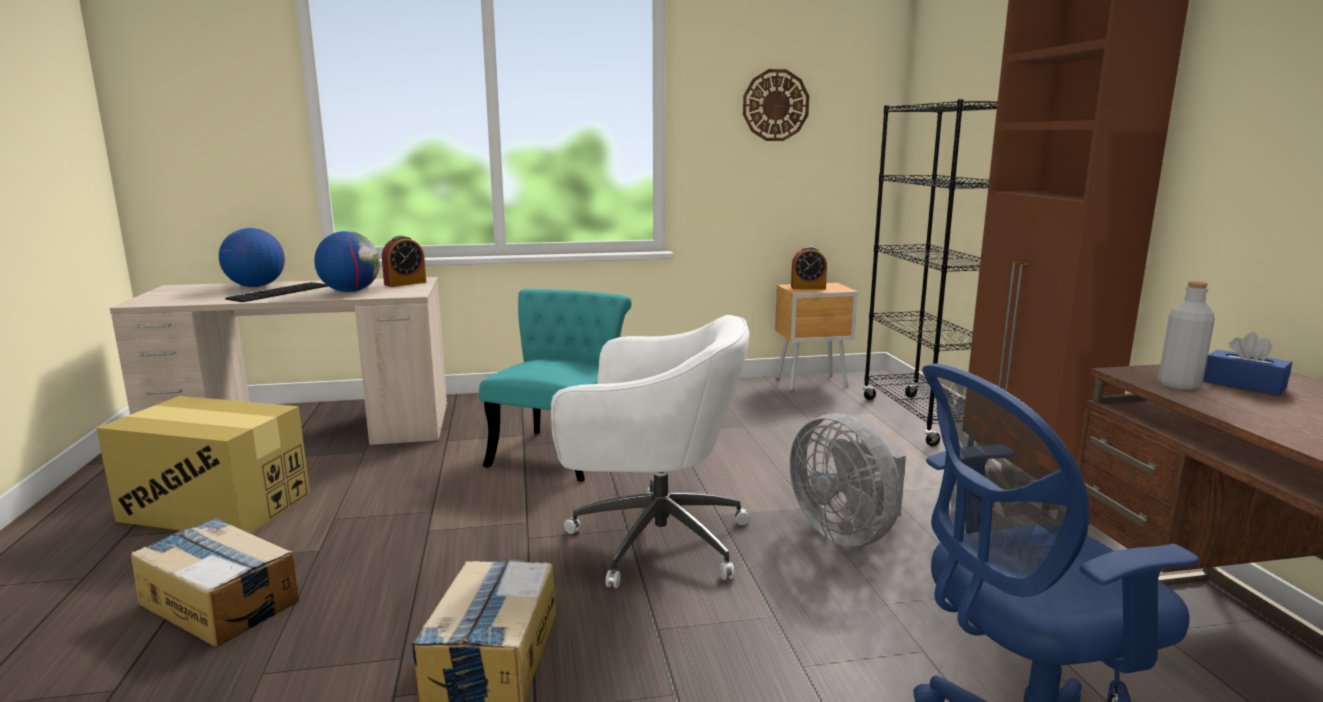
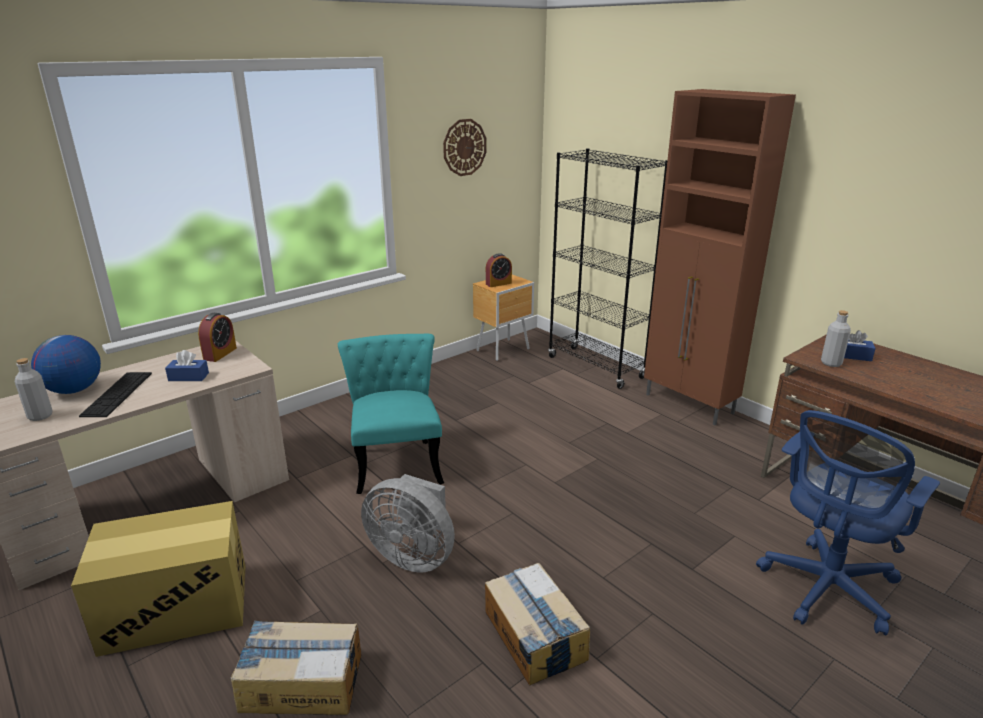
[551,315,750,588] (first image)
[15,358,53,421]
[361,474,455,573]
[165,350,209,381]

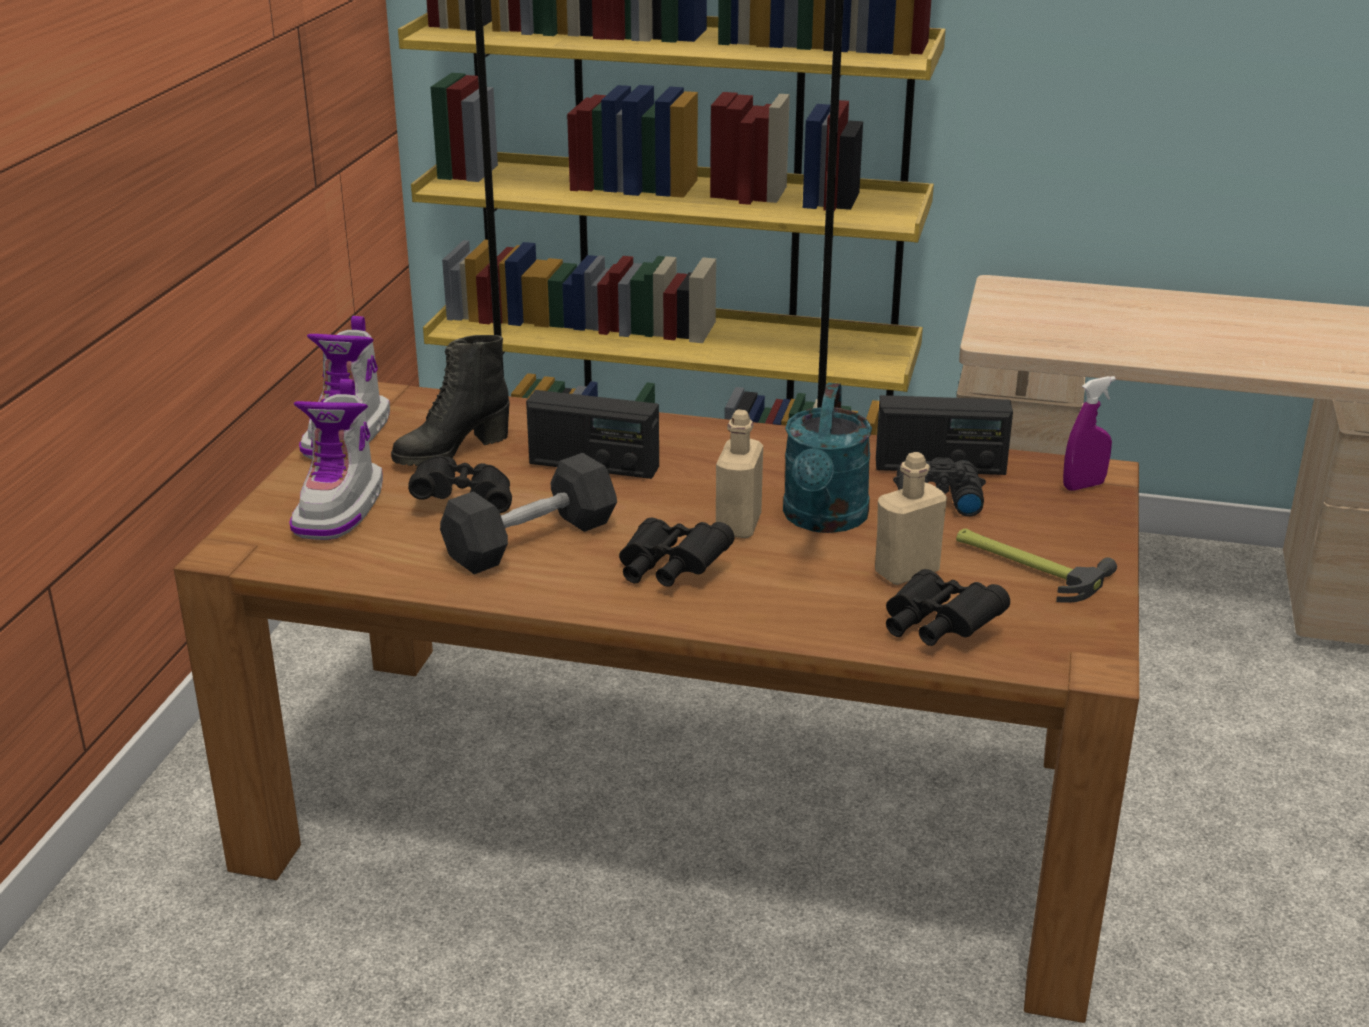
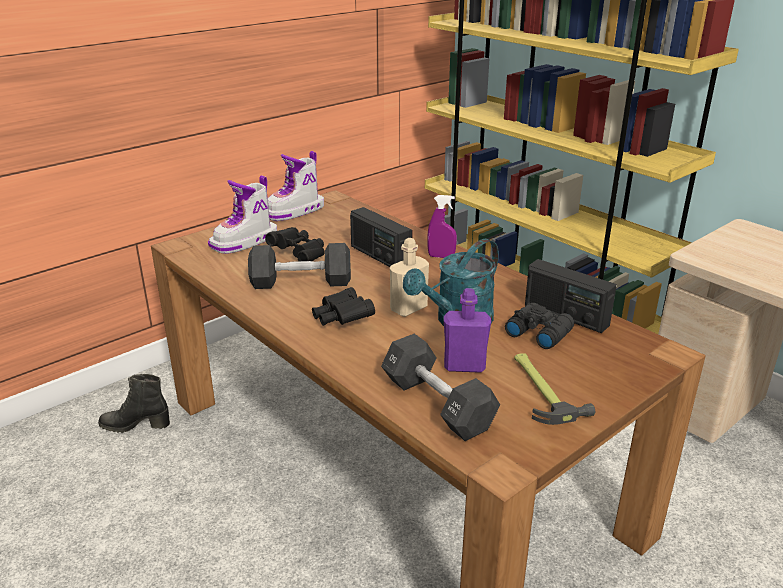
[98,374,170,433]
[427,195,457,258]
[381,334,500,441]
[444,288,491,373]

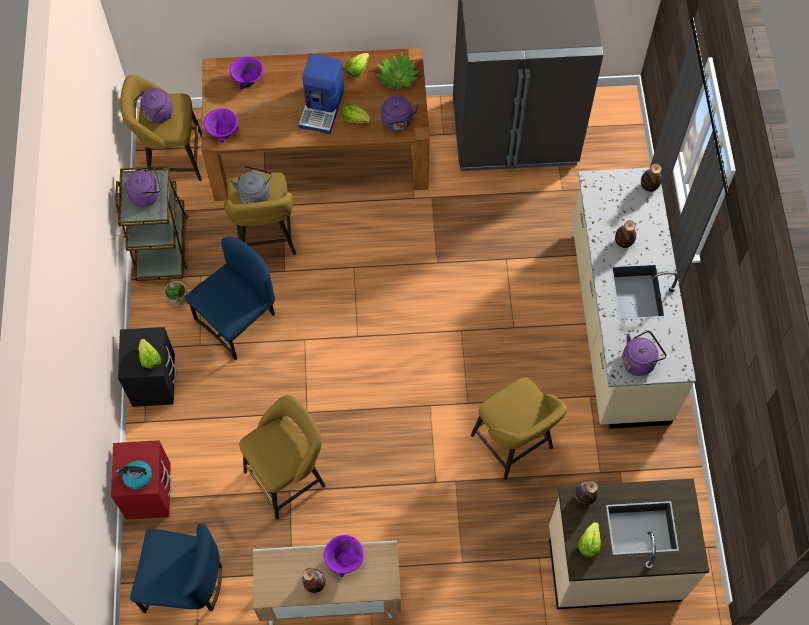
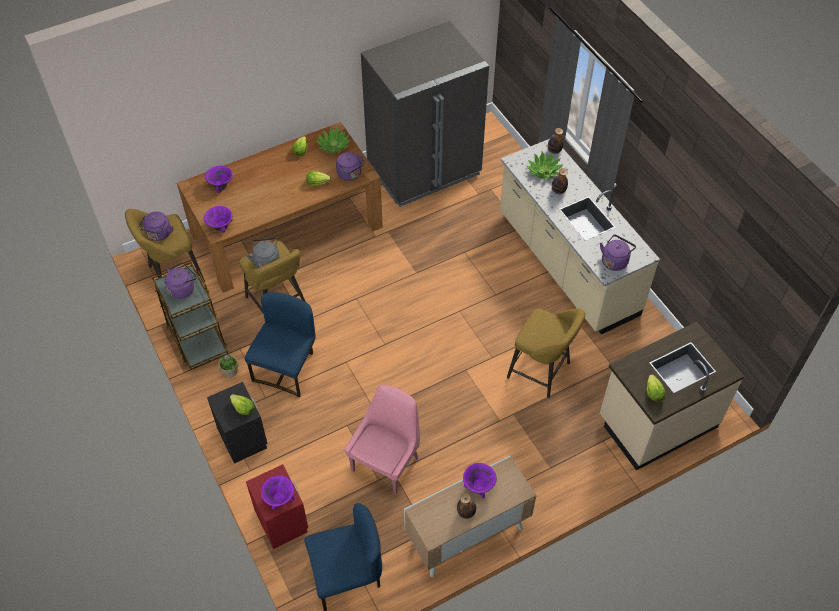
[298,54,344,134] (first image)
[575,481,598,505] (first image)
[527,151,564,179]
[261,476,294,510]
[345,384,420,494]

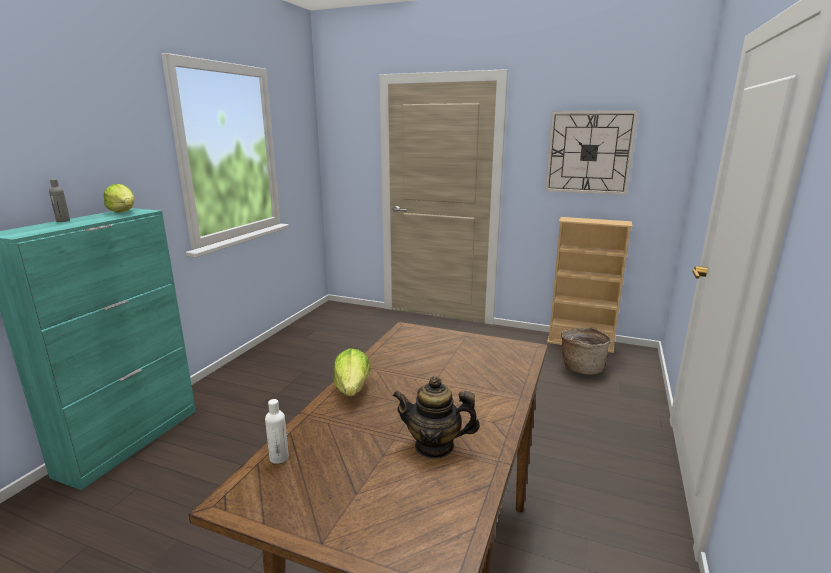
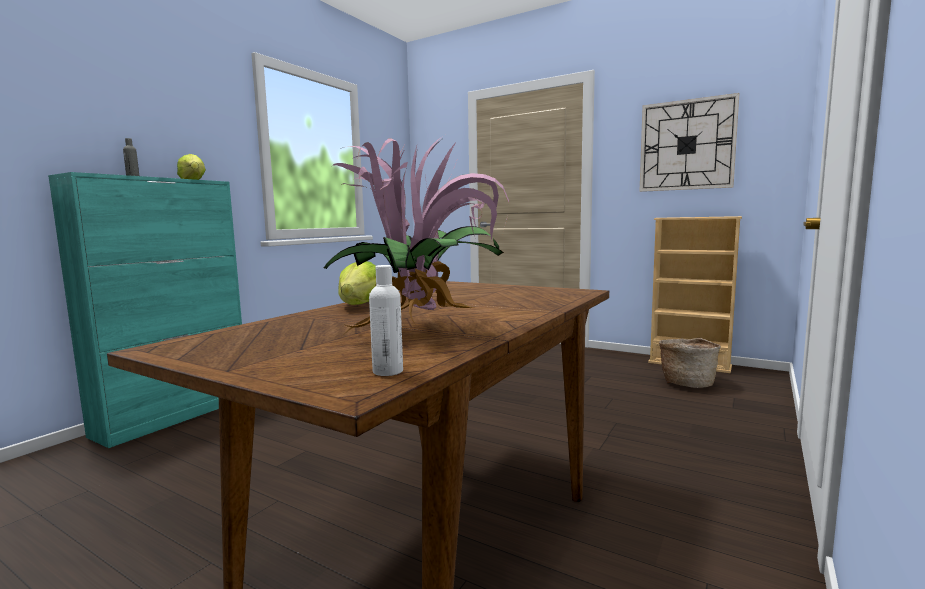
[369,265,403,376]
[324,136,509,336]

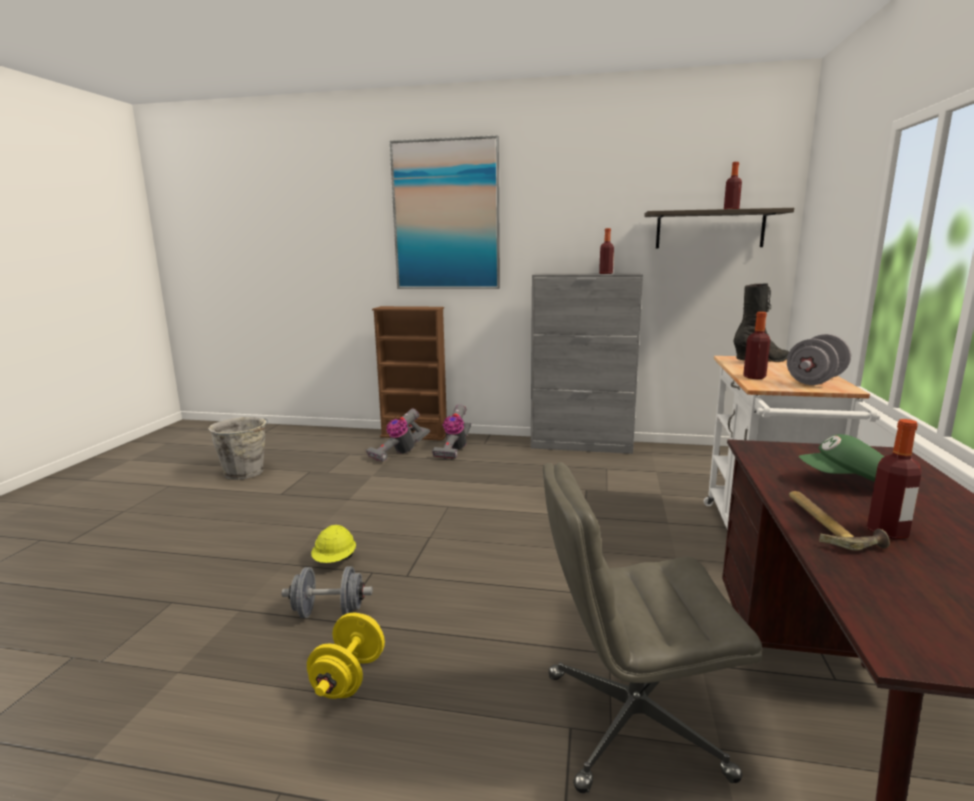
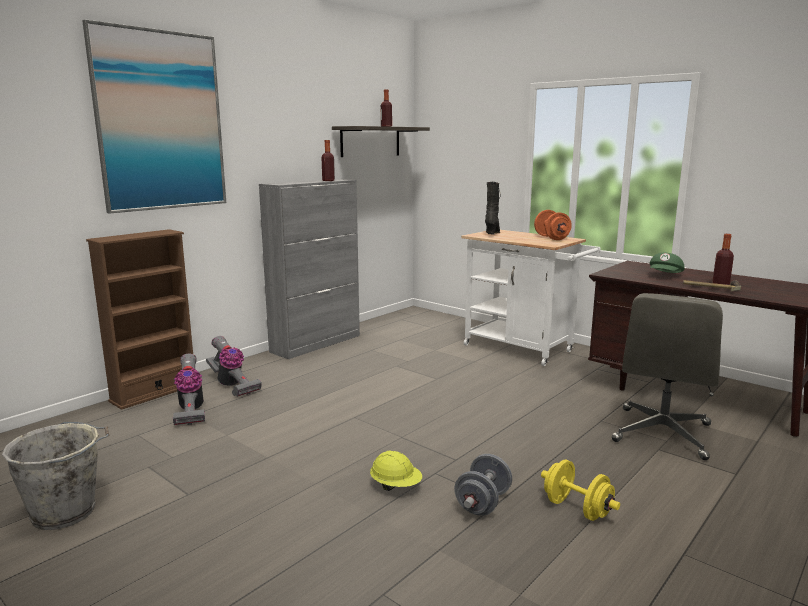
[743,312,770,379] (first image)
[534,210,572,240]

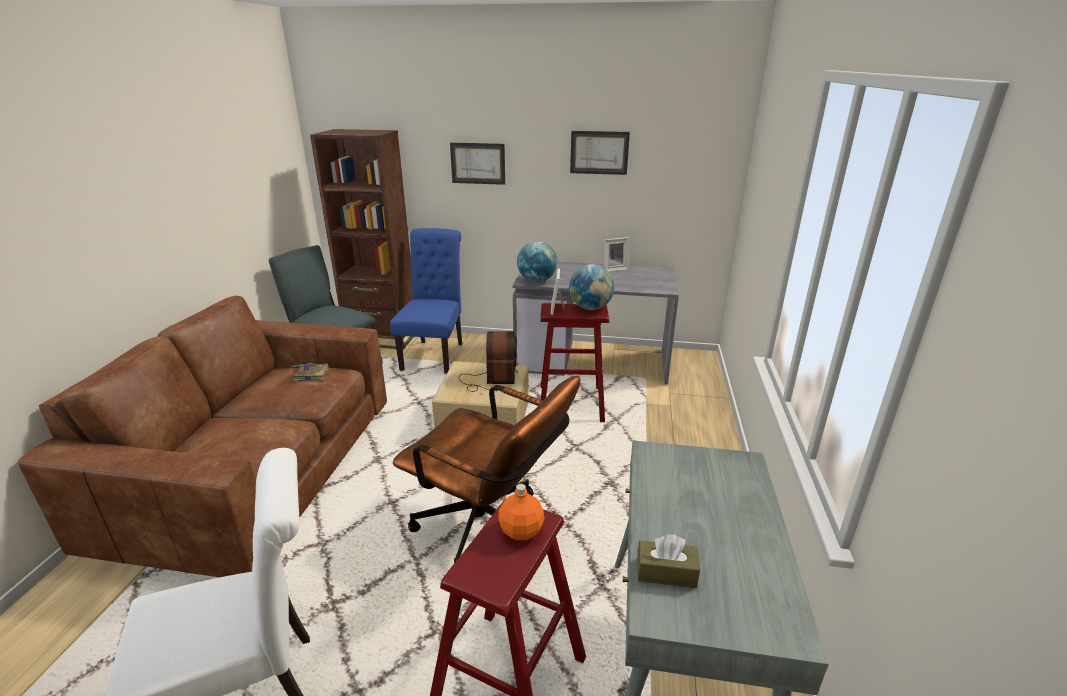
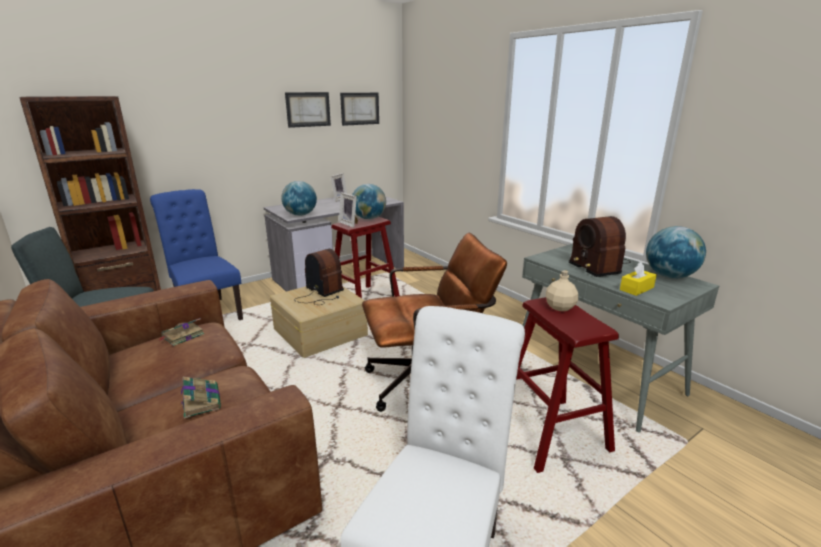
[181,377,221,419]
[569,216,631,277]
[646,226,706,278]
[340,93,379,126]
[546,270,578,311]
[620,262,657,296]

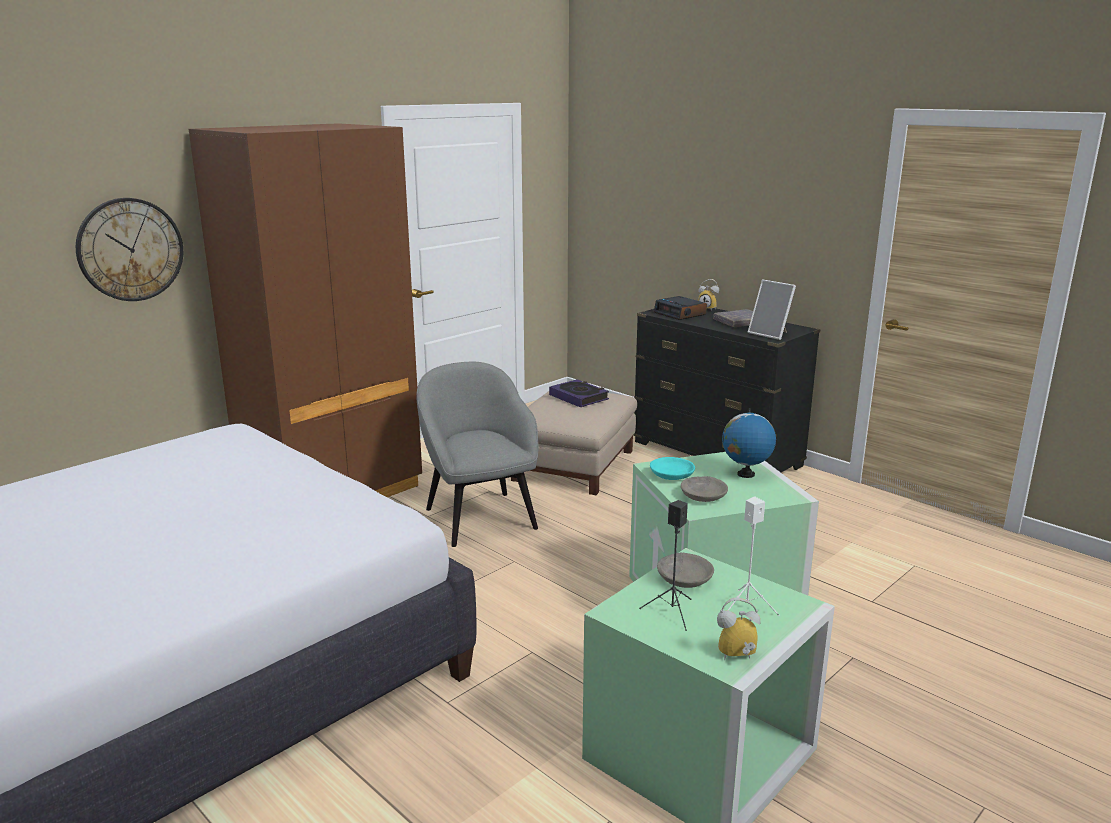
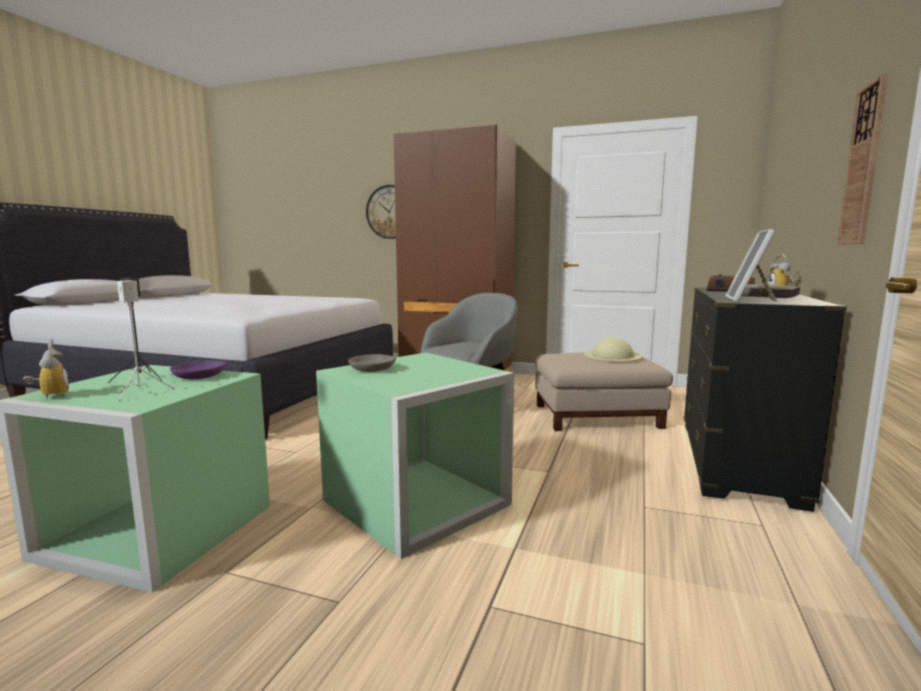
[650,457,695,480] (first image)
[722,408,776,478] (first image)
[838,73,888,245]
[584,337,643,362]
[170,360,226,379]

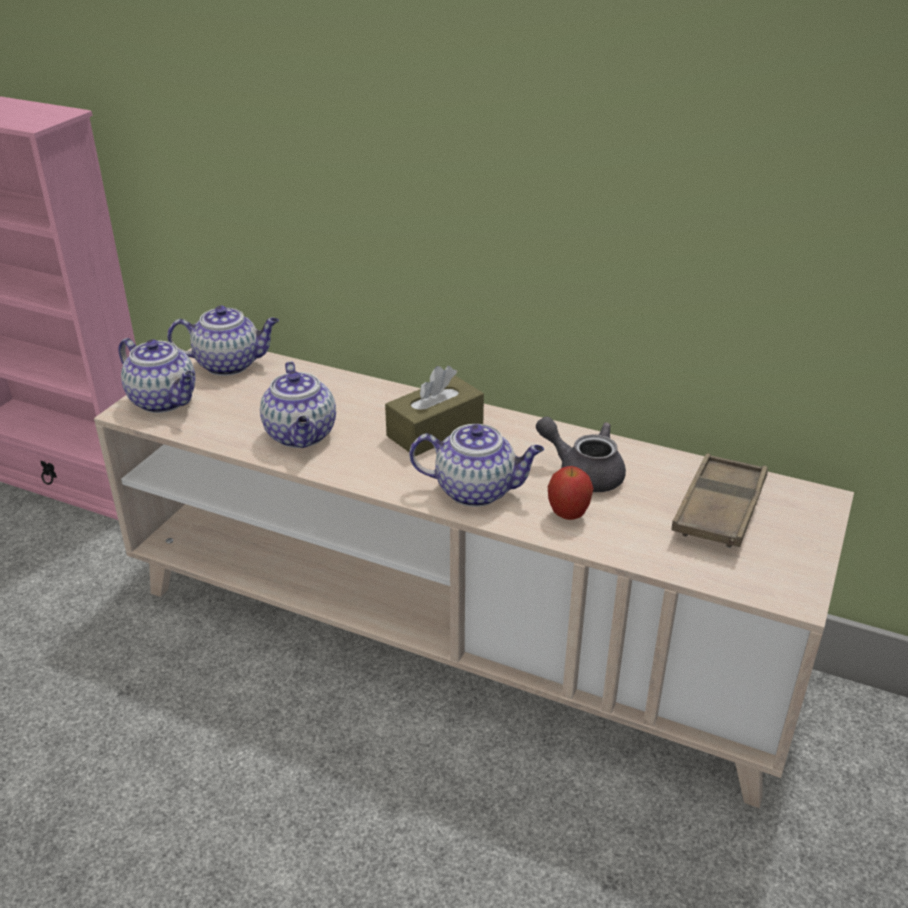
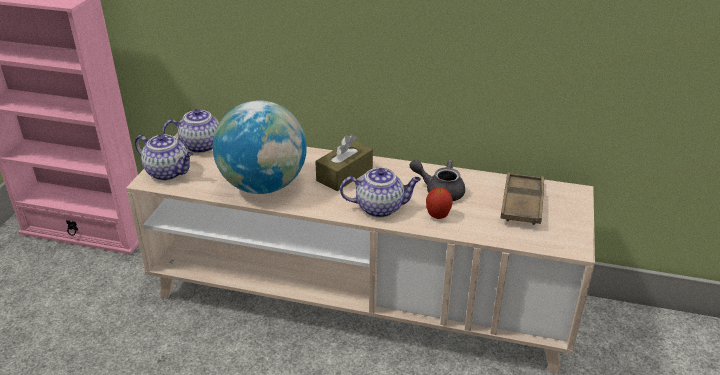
[213,100,307,194]

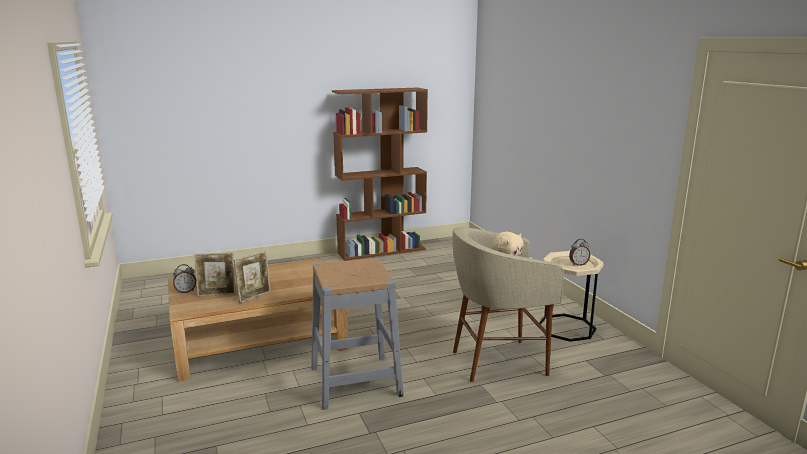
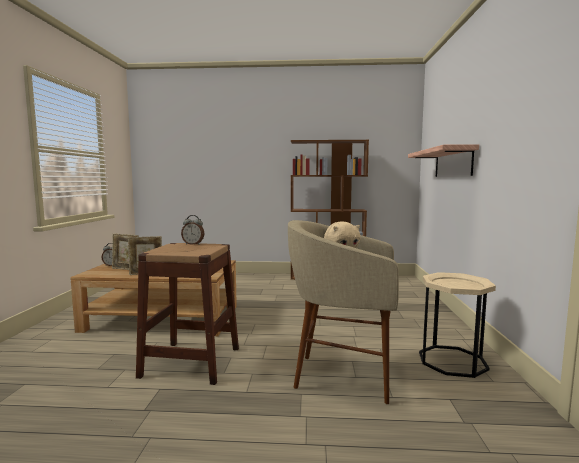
[408,144,479,177]
[181,215,205,245]
[136,243,239,385]

